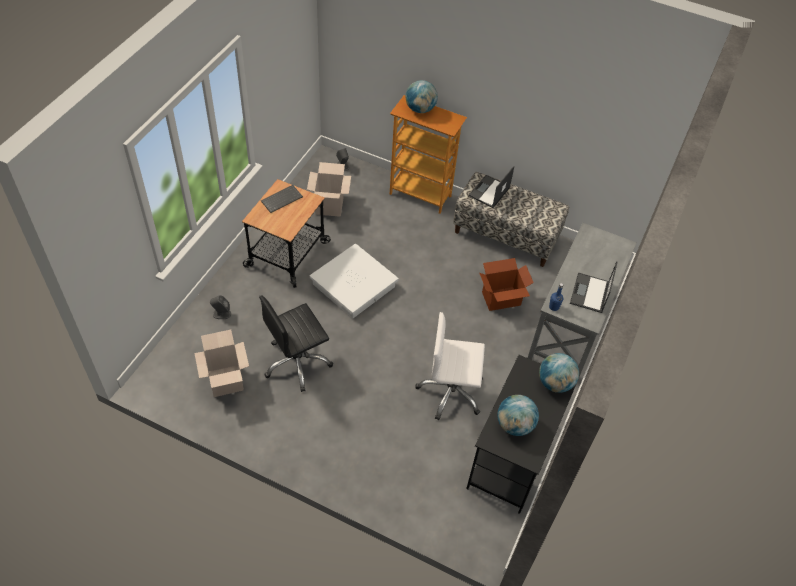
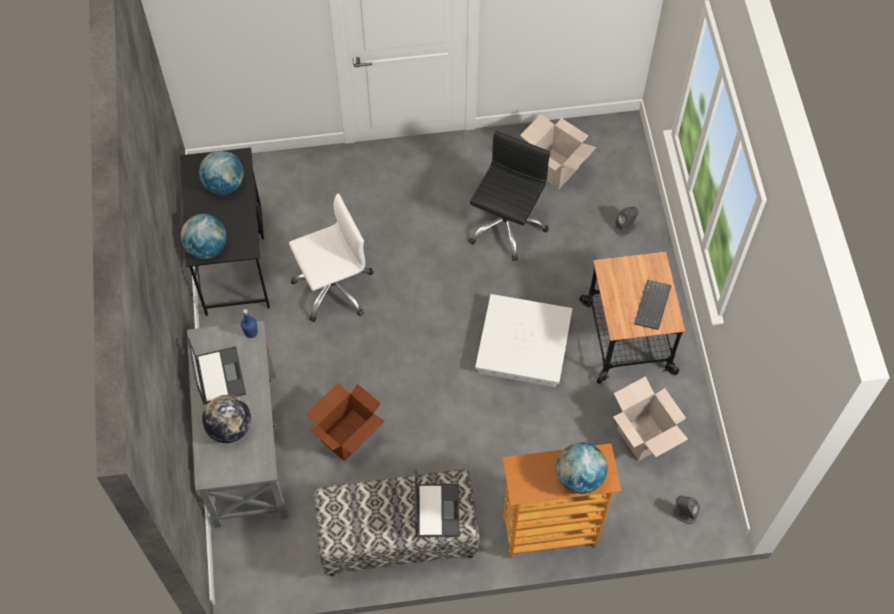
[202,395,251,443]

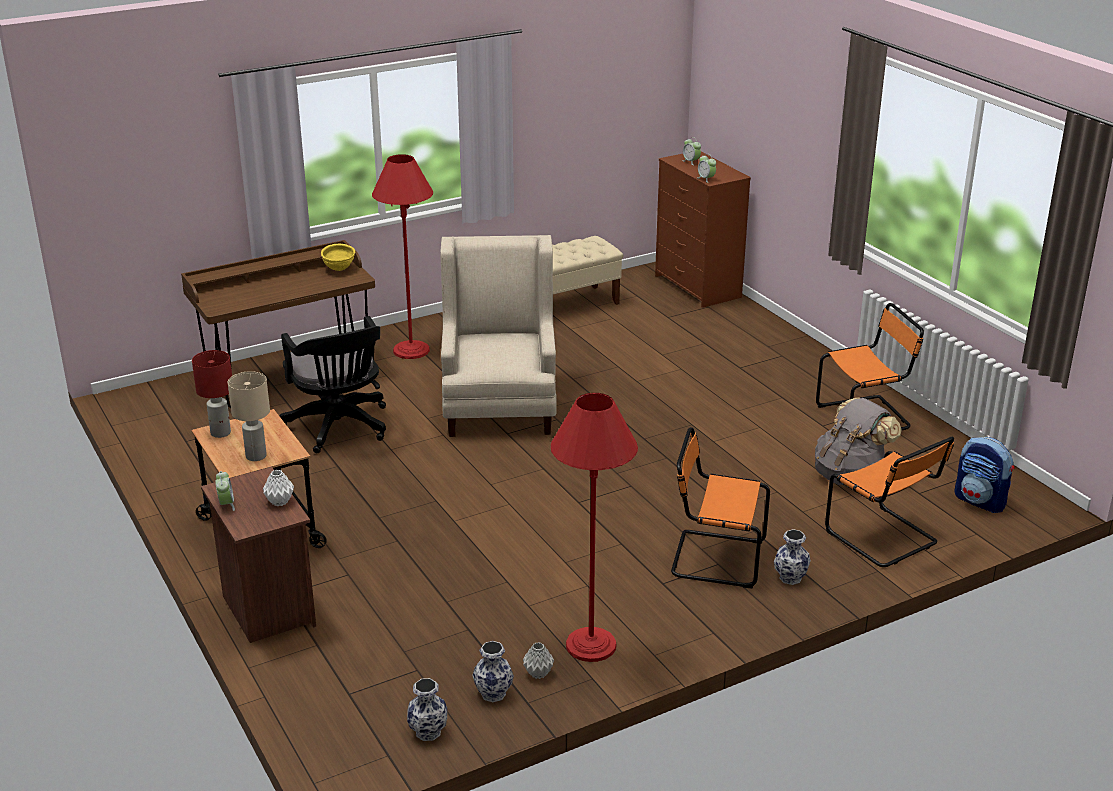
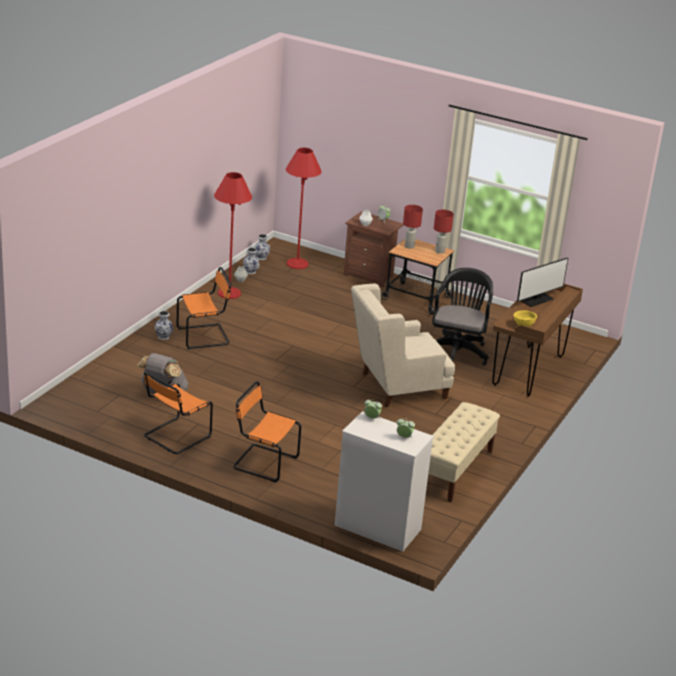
[954,437,1015,513] (first image)
[517,257,568,307]
[286,148,322,269]
[233,381,301,482]
[403,205,423,249]
[334,411,434,552]
[432,268,493,365]
[351,283,455,407]

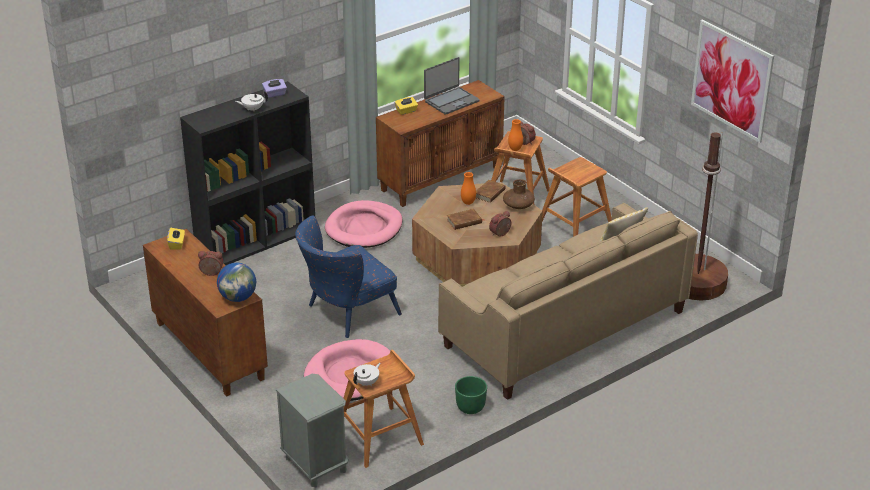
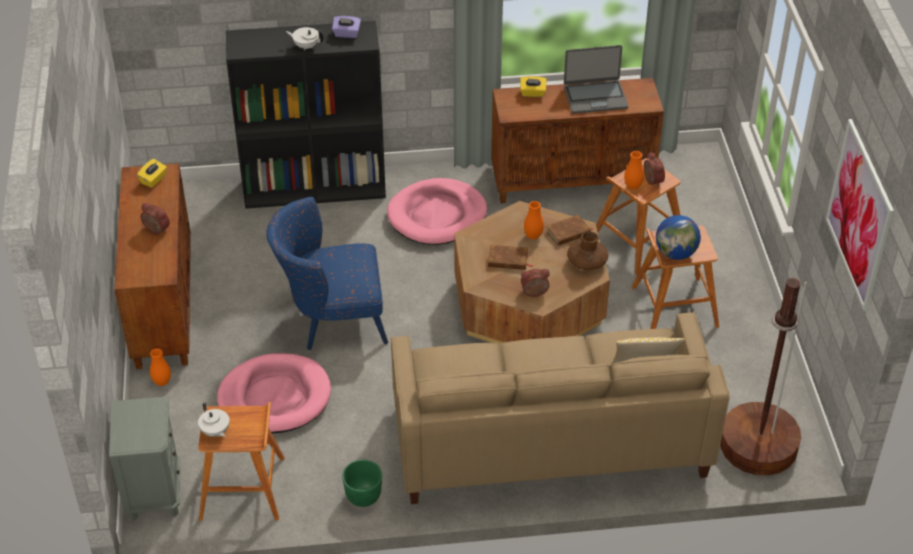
[150,348,171,386]
[656,215,701,260]
[198,403,230,437]

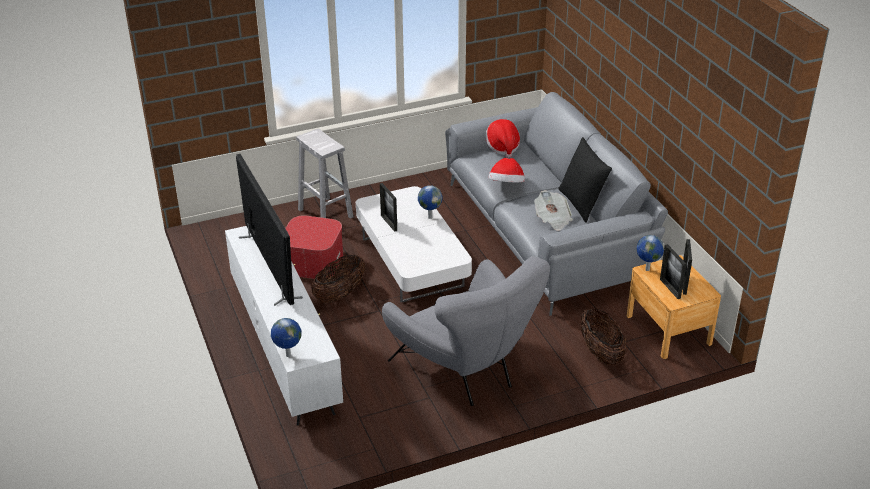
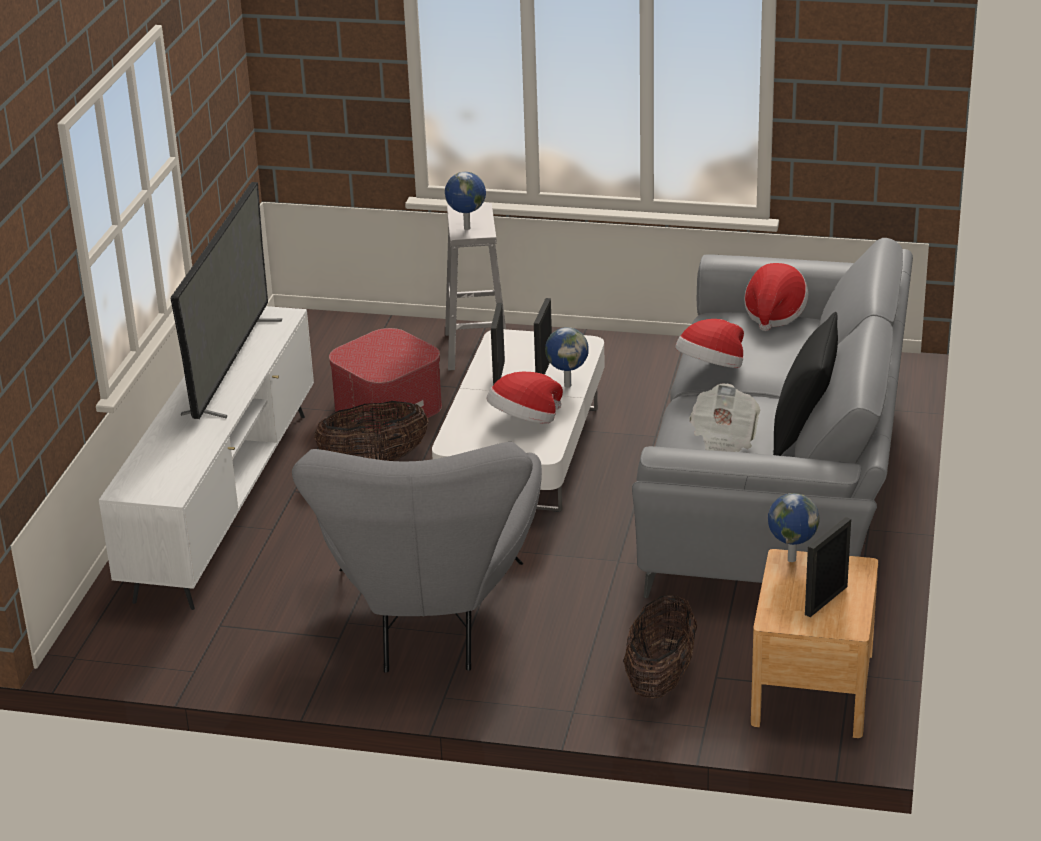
[486,372,563,423]
[445,172,486,230]
[534,298,552,375]

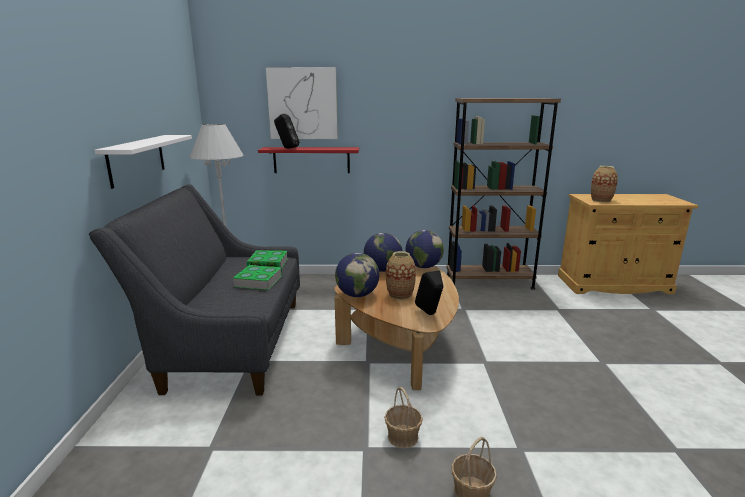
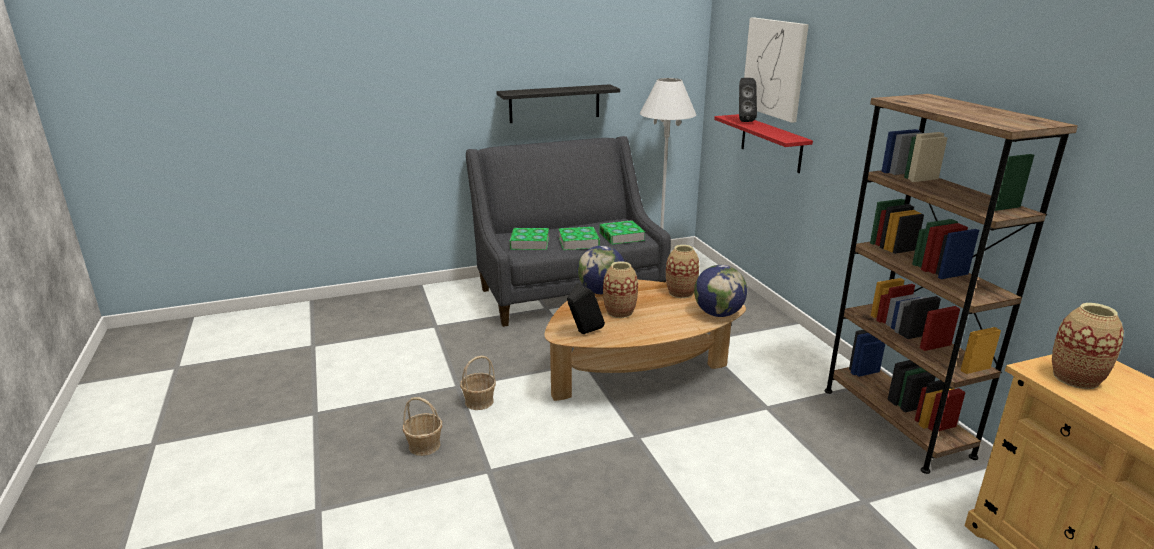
[509,228,549,250]
[666,245,699,298]
[497,84,620,123]

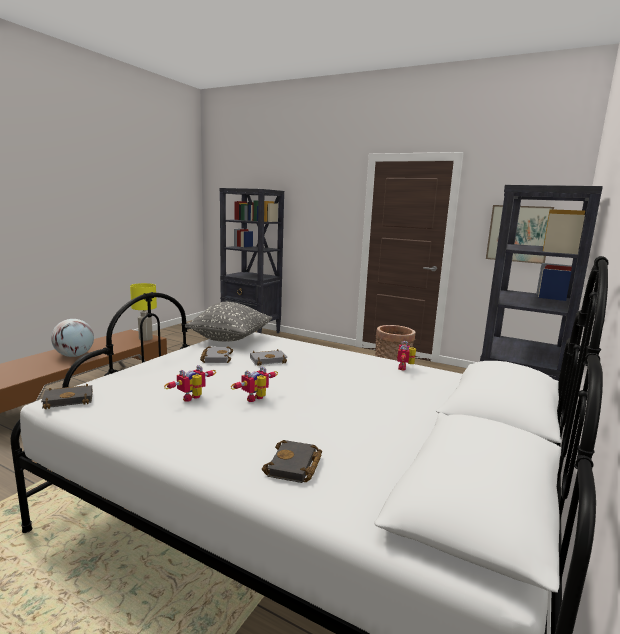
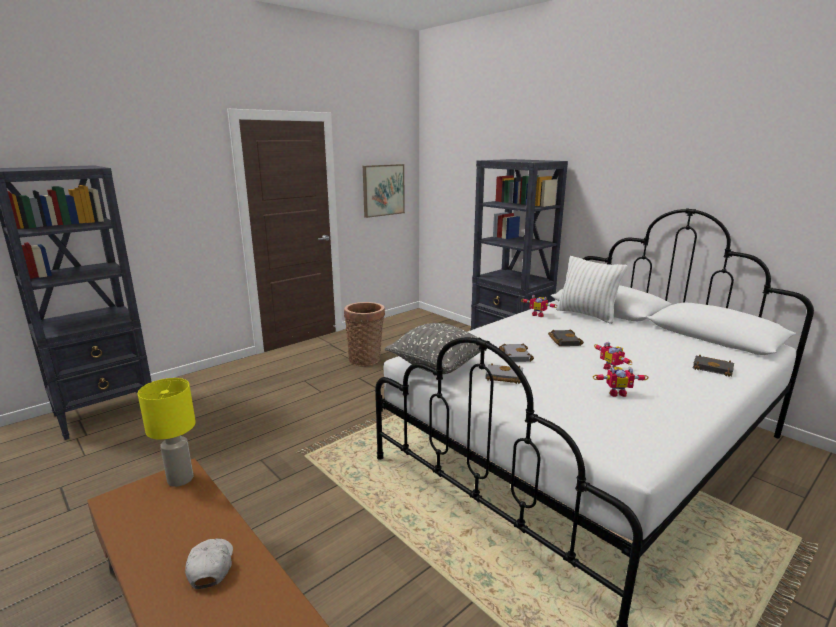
[556,256,627,324]
[548,329,584,346]
[185,538,233,589]
[593,367,648,397]

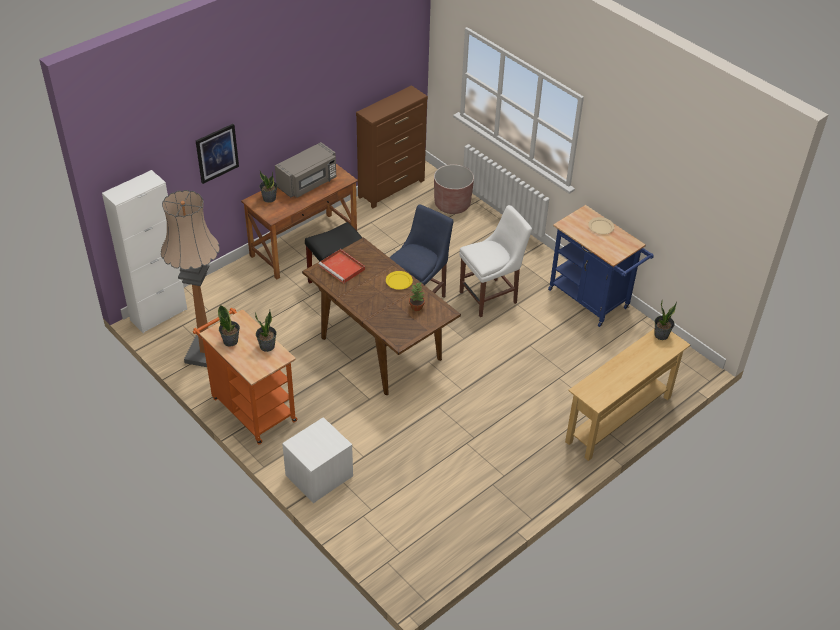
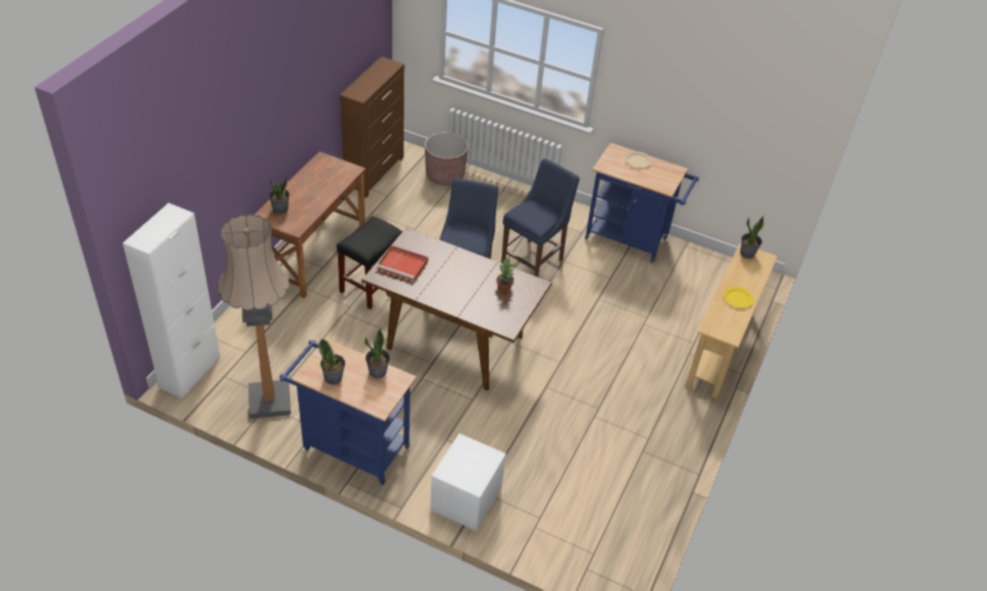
[196,124,239,184] (first image)
[275,142,336,198] (first image)
[724,287,754,308]
[280,338,416,485]
[501,159,580,277]

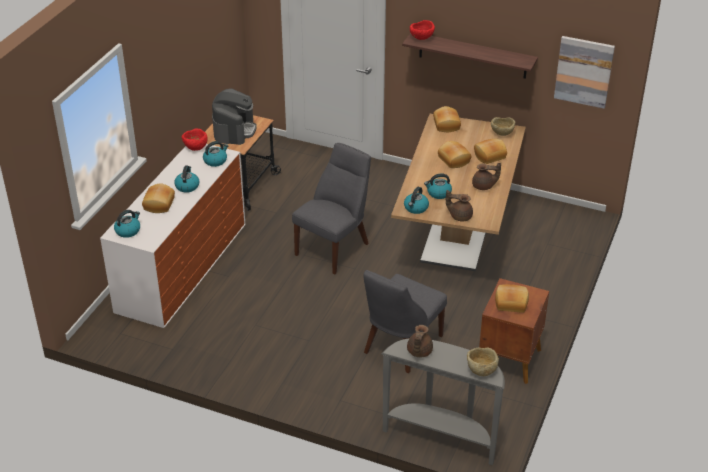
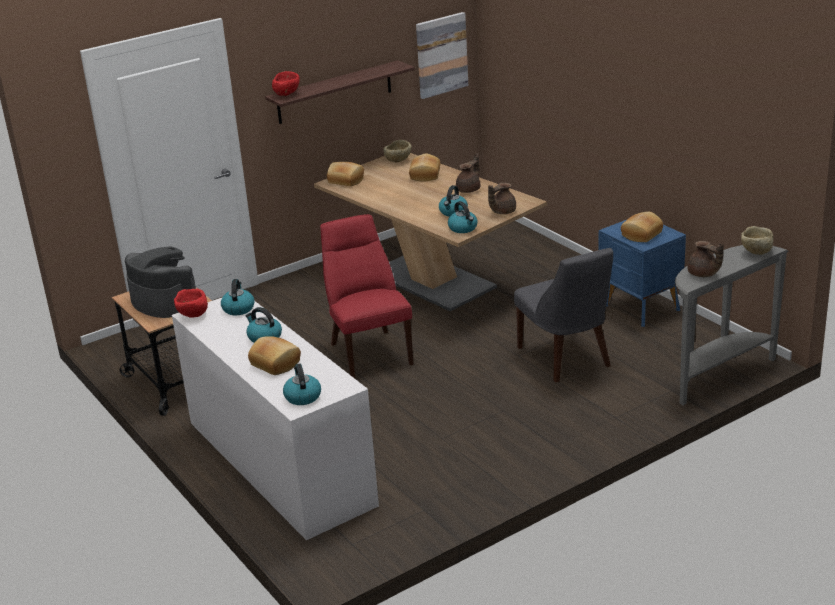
[438,141,471,168] (first image)
[320,214,413,378]
[598,220,686,327]

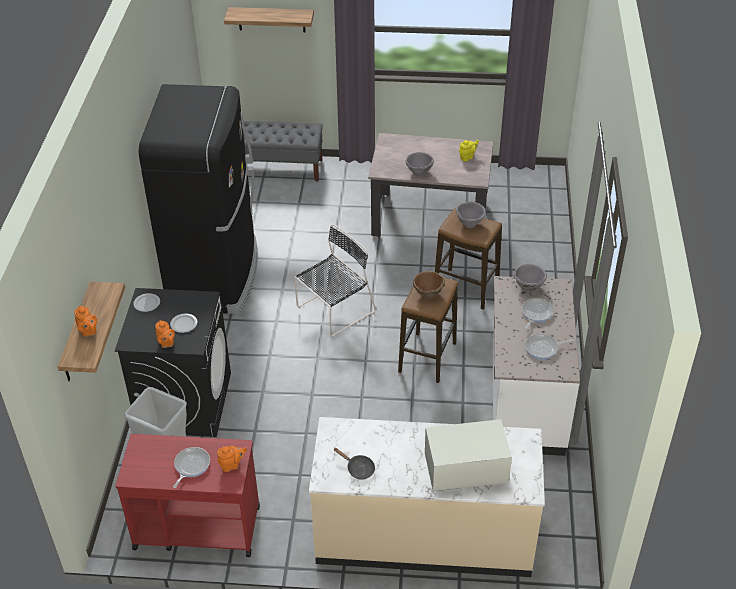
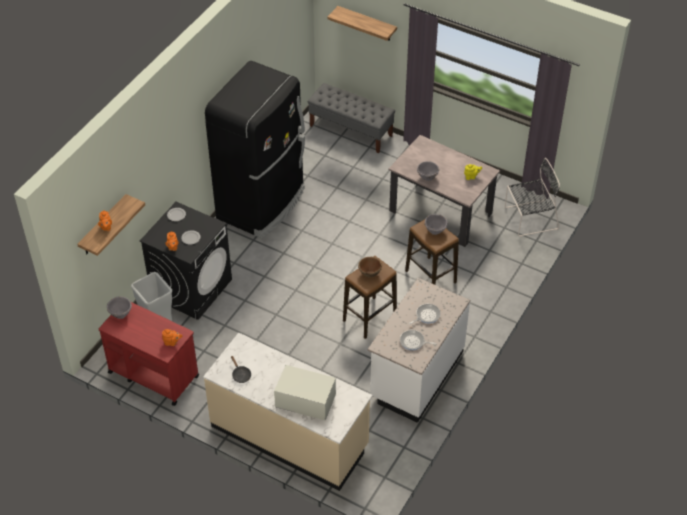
[173,447,210,488] (first image)
[505,158,560,237]
[107,296,132,319]

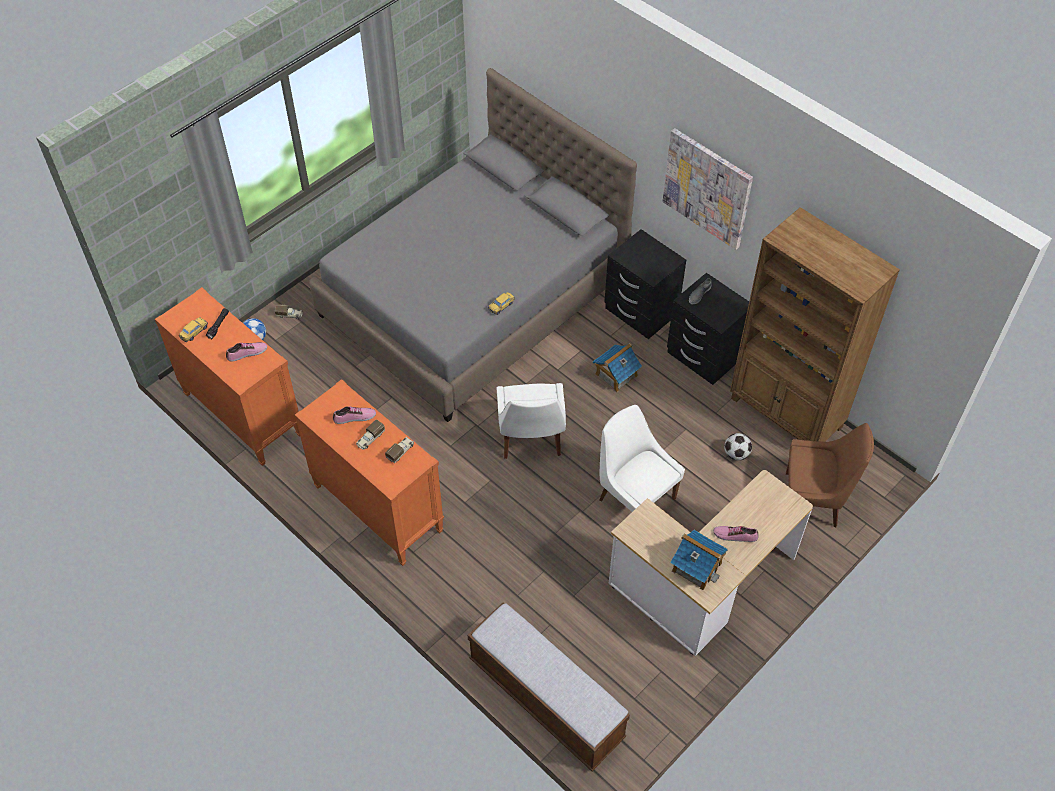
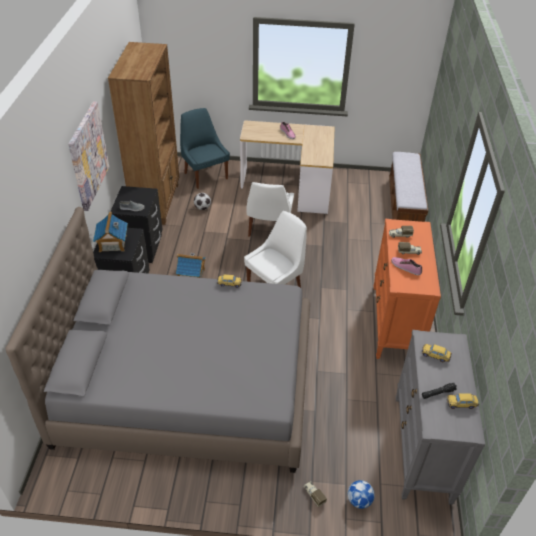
[93,212,128,252]
[422,344,452,362]
[396,330,486,505]
[180,108,230,189]

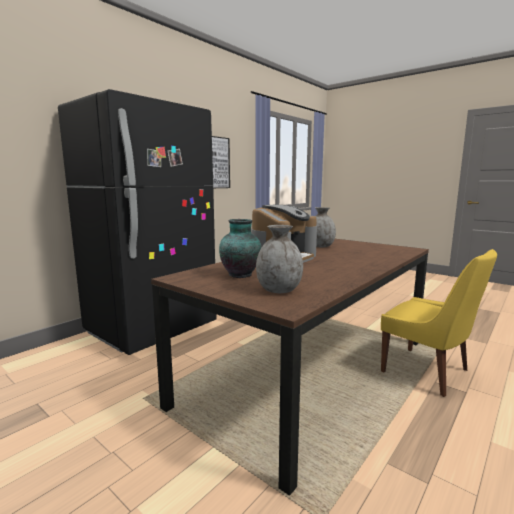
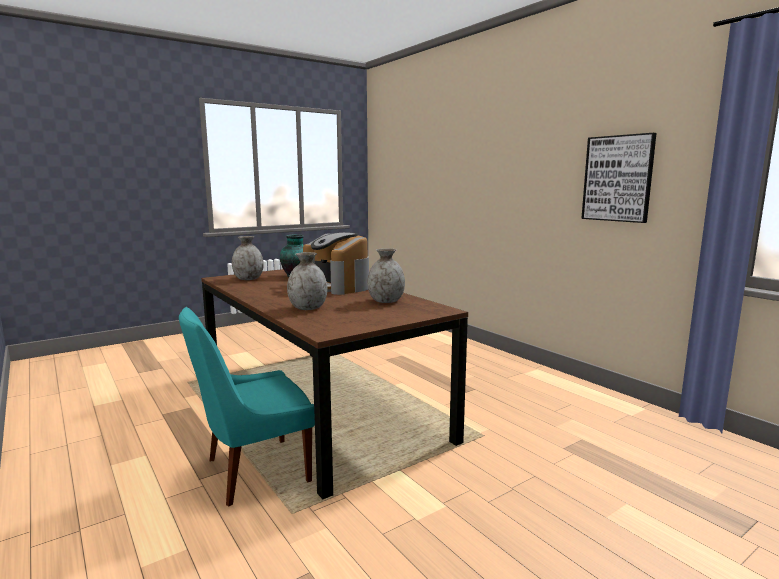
[58,89,217,355] (first image)
[287,252,327,310]
[179,307,315,507]

